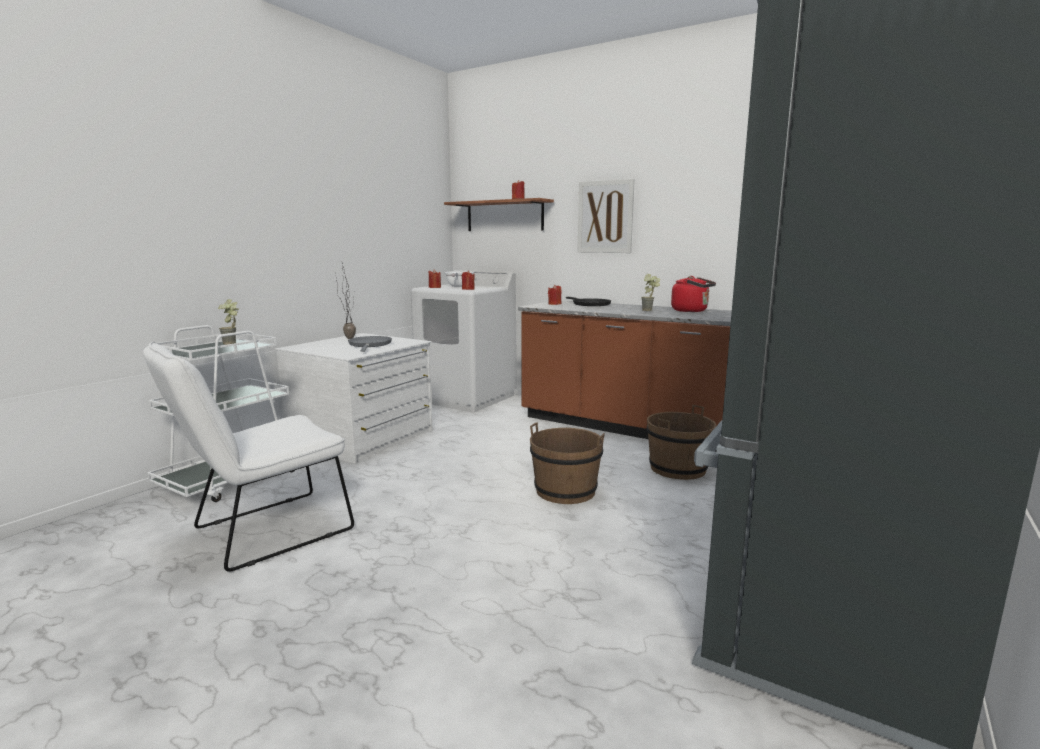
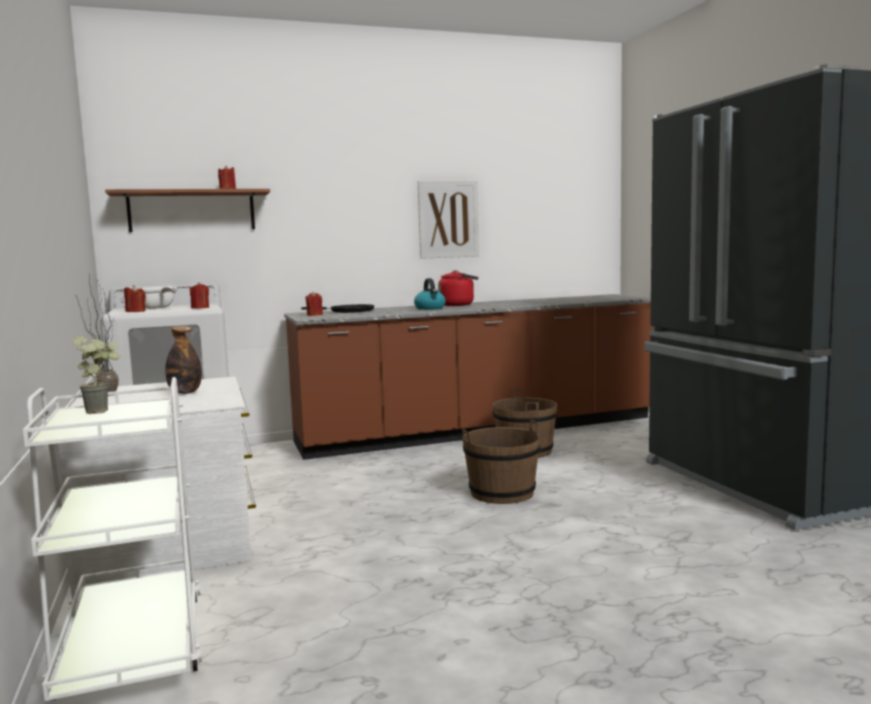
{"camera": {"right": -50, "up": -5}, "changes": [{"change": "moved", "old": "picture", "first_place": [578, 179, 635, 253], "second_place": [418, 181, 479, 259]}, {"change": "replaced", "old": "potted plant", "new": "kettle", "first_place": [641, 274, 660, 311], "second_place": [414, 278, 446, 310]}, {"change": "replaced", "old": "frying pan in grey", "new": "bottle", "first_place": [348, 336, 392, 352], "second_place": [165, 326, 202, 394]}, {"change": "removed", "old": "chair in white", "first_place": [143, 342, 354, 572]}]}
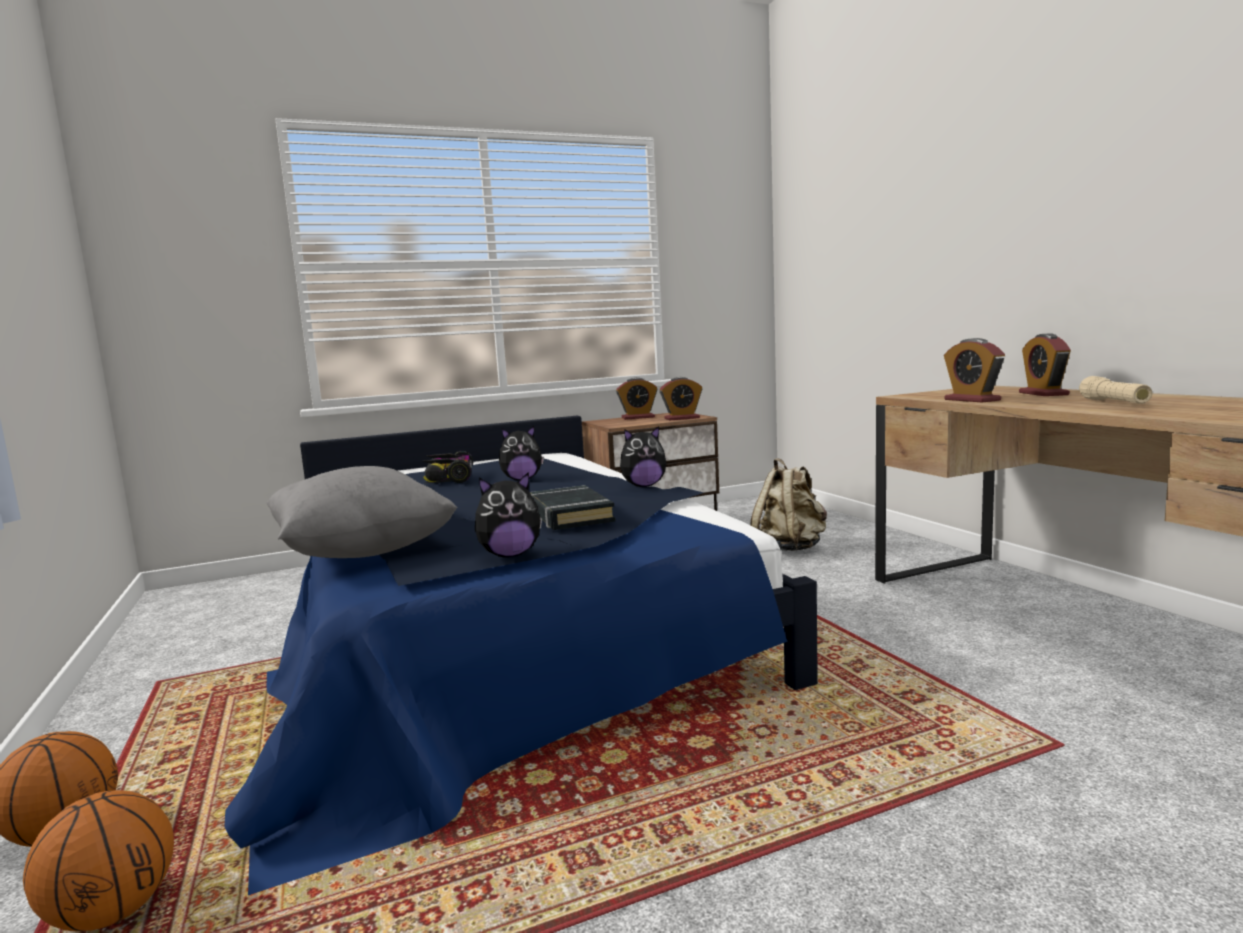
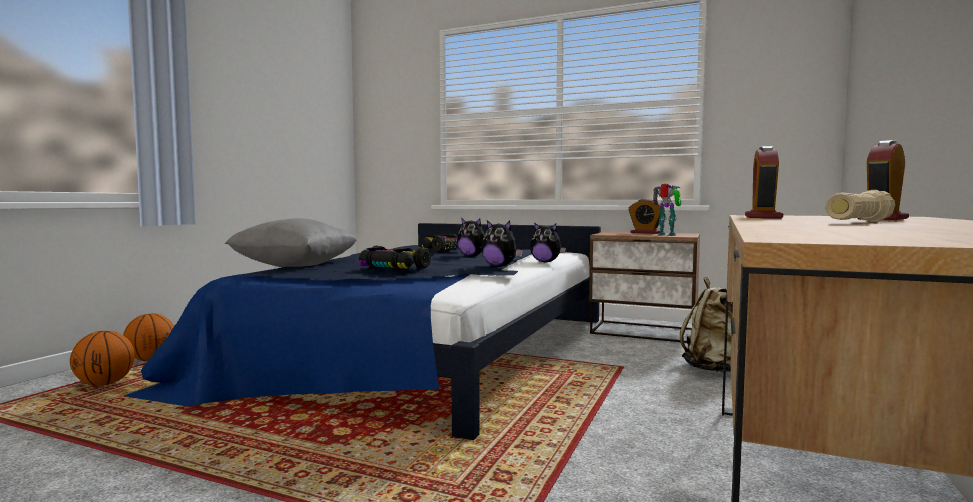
{"camera": {"right": 45, "up": -5}, "changes": [{"change": "replaced", "old": "alarm clock", "new": "toy robot", "first_place": [659, 377, 702, 421], "second_place": [653, 183, 681, 236]}, {"change": "moved", "old": "plush toy", "first_place": [475, 472, 542, 557], "second_place": [530, 223, 566, 263]}, {"change": "replaced", "old": "book in black", "new": "toy car", "first_place": [530, 485, 615, 530], "second_place": [359, 246, 431, 271]}]}
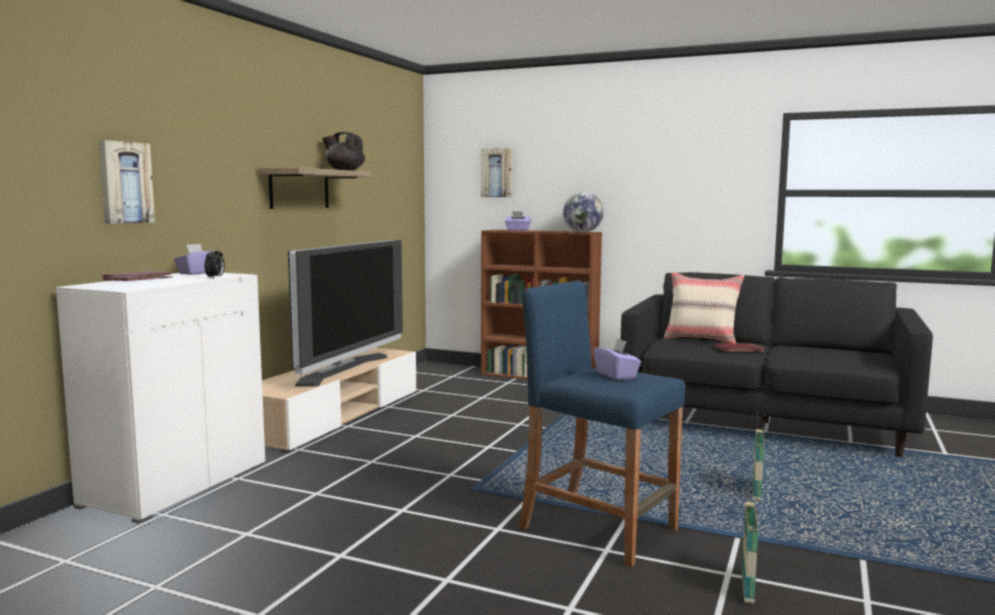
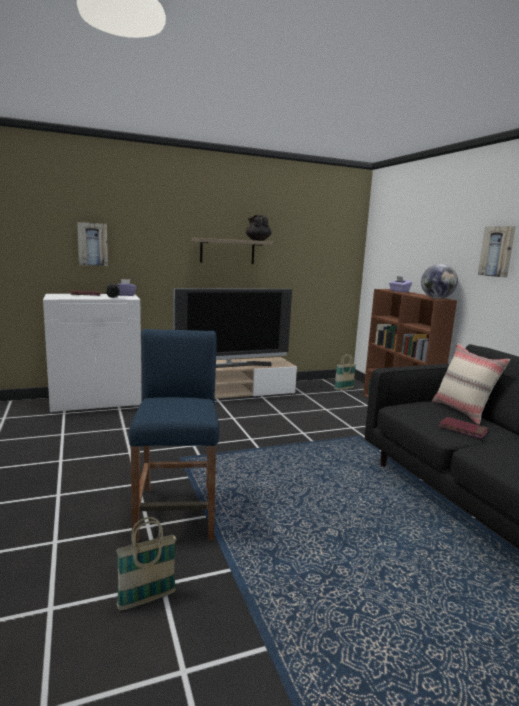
{"camera": {"right": 45, "up": 5}, "changes": [{"change": "moved", "old": "picture", "first_place": [481, 148, 512, 197], "second_place": [478, 226, 516, 278]}, {"change": "removed", "old": "tissue box in purple", "first_place": [593, 338, 641, 380]}, {"change": "moved", "old": "basket", "first_place": [753, 413, 765, 501], "second_place": [334, 354, 356, 390]}]}
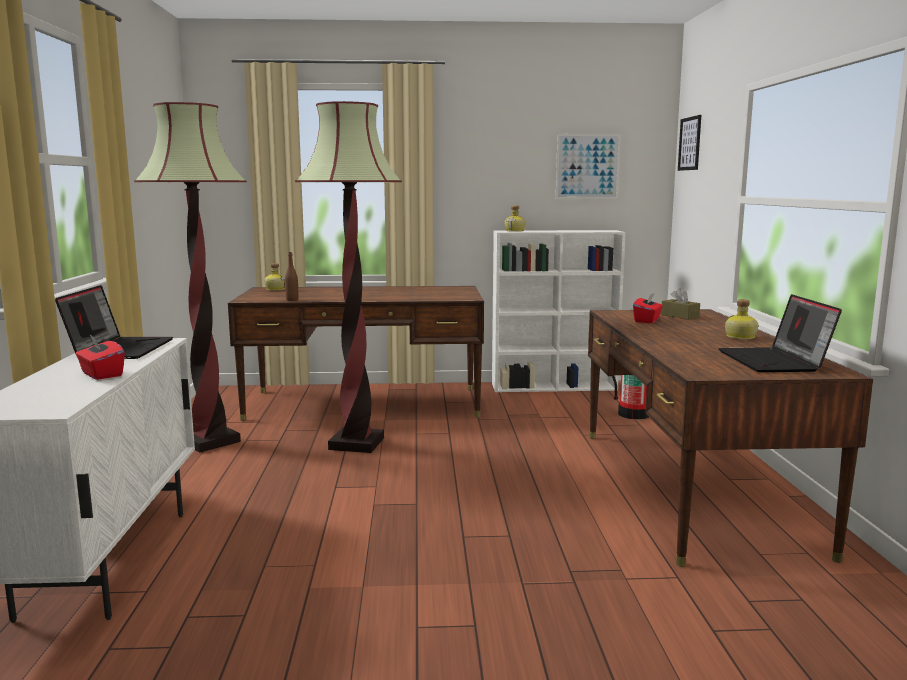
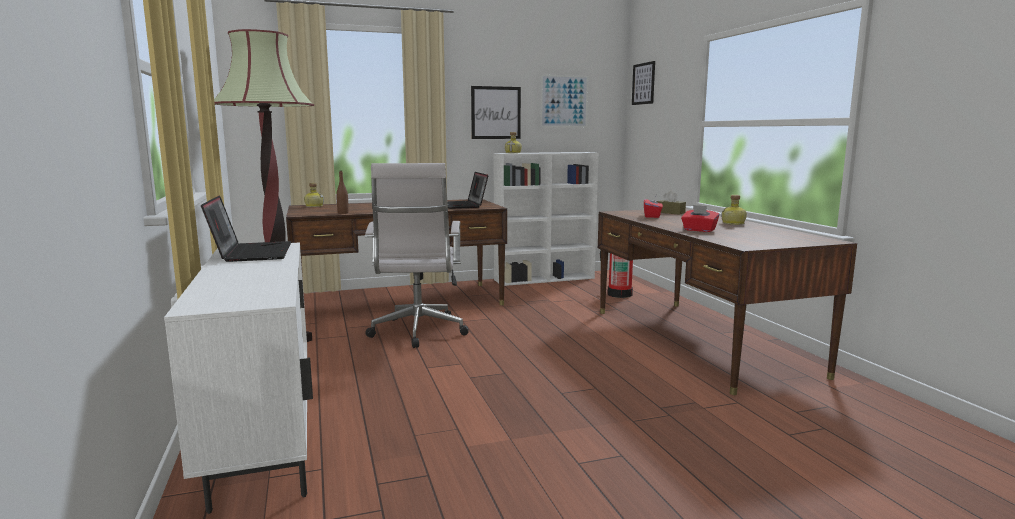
{"camera": {"right": -15, "up": 0}, "changes": [{"change": "replaced", "old": "floor lamp", "new": "office chair in white", "first_place": [295, 101, 402, 453], "second_place": [365, 163, 469, 348]}, {"change": "moved", "old": "laptop", "first_place": [718, 294, 842, 372], "second_place": [447, 172, 488, 209]}, {"change": "moved", "old": "tissue box in red", "first_place": [76, 335, 125, 380], "second_place": [681, 205, 719, 232]}, {"change": "added", "new": "picture", "second_place": [471, 86, 521, 139]}]}
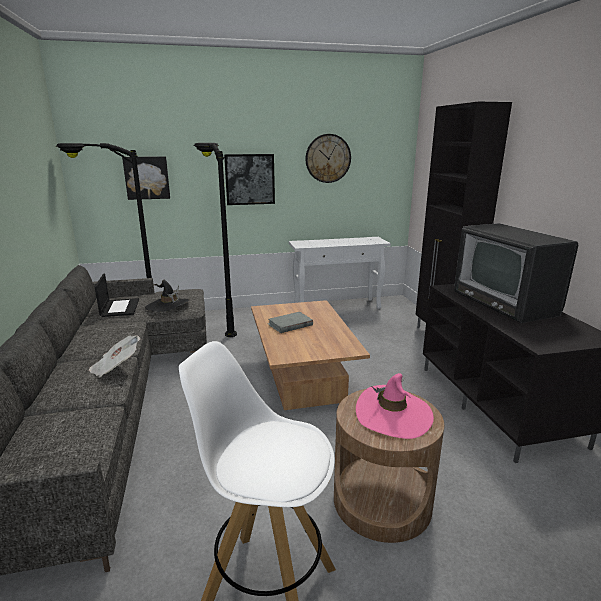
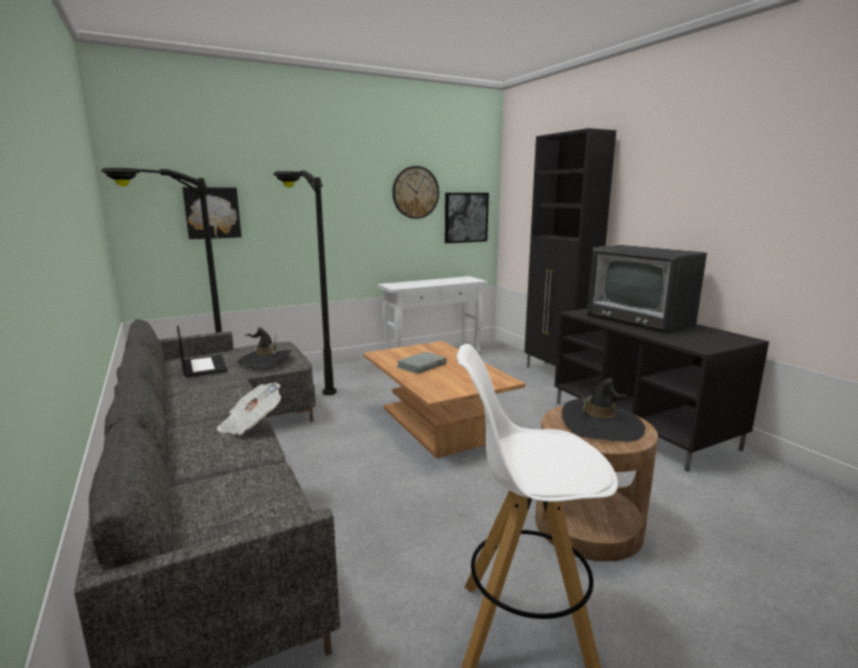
{"camera": {"right": -15, "up": -5}, "changes": [{"change": "moved", "old": "picture", "first_place": [224, 154, 275, 205], "second_place": [445, 193, 489, 243]}, {"change": "recoloured", "old": "hat in pink", "new": "hat in black", "first_place": [356, 373, 434, 439], "second_place": [562, 378, 645, 442]}]}
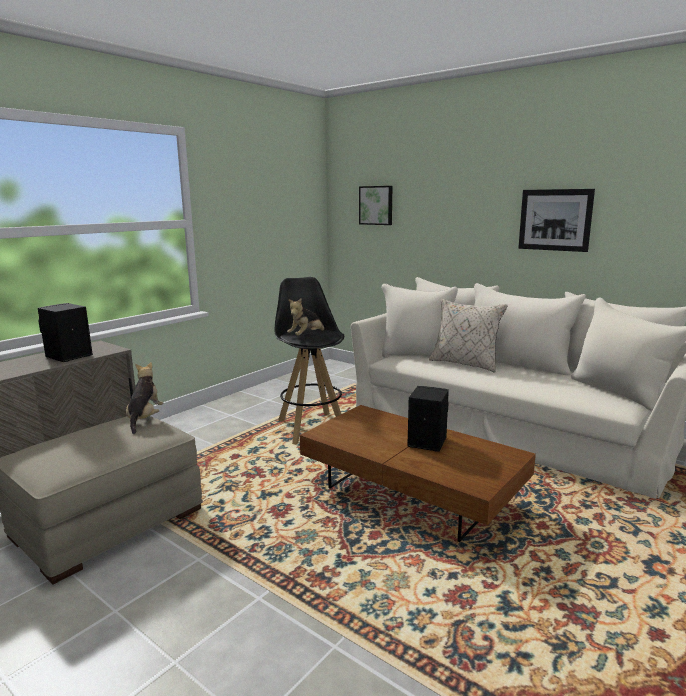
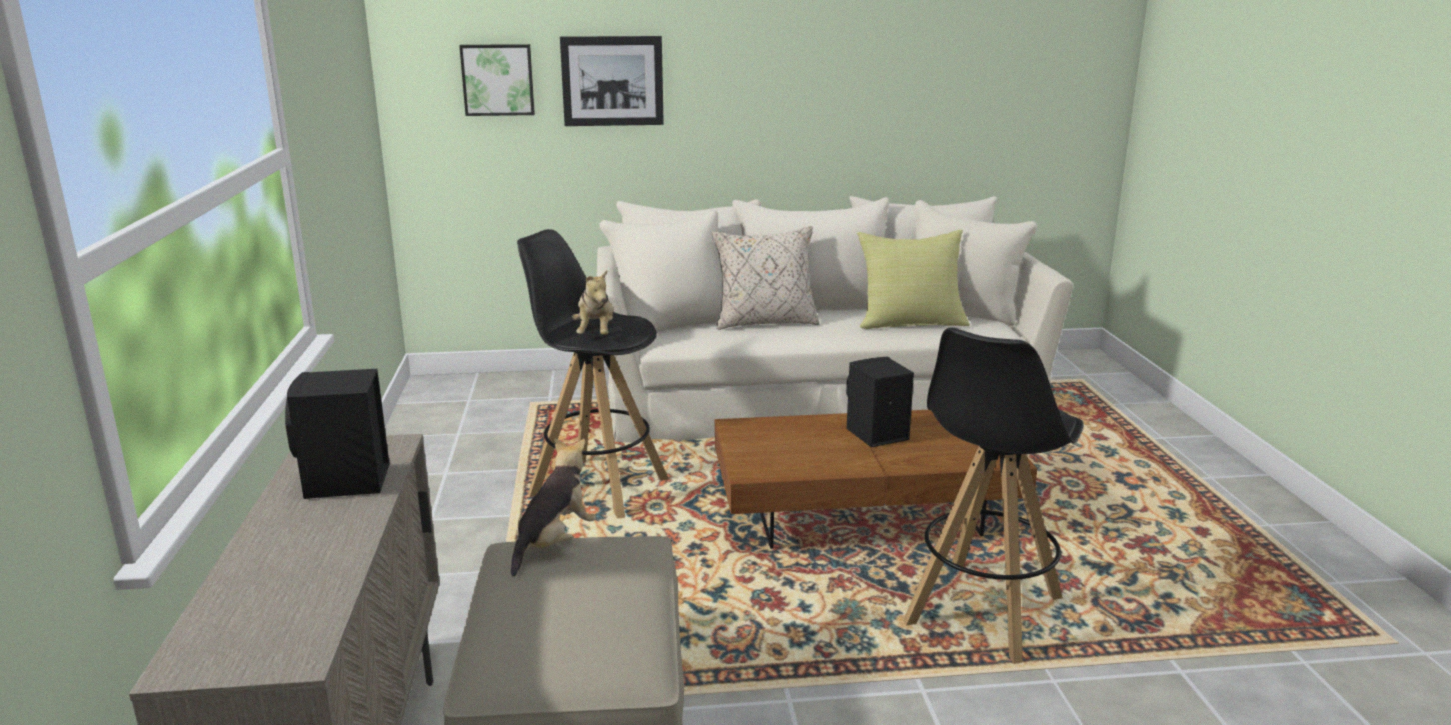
{"camera": {"right": -45, "up": 5}, "changes": [{"change": "moved", "old": "picture", "first_place": [518, 189, 595, 252], "second_place": [560, 36, 664, 126]}, {"change": "turned", "old": "plush toy", "first_place": [126, 362, 163, 434], "second_place": [511, 438, 596, 577], "degrees": 75}, {"change": "added", "new": "pillow in yellow", "second_place": [857, 229, 970, 329]}, {"change": "added", "new": "stool in black", "second_place": [903, 328, 1083, 664]}]}
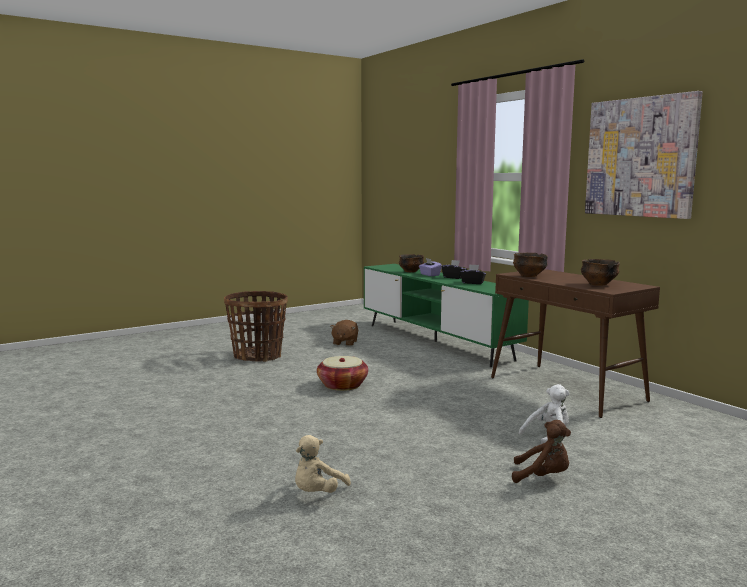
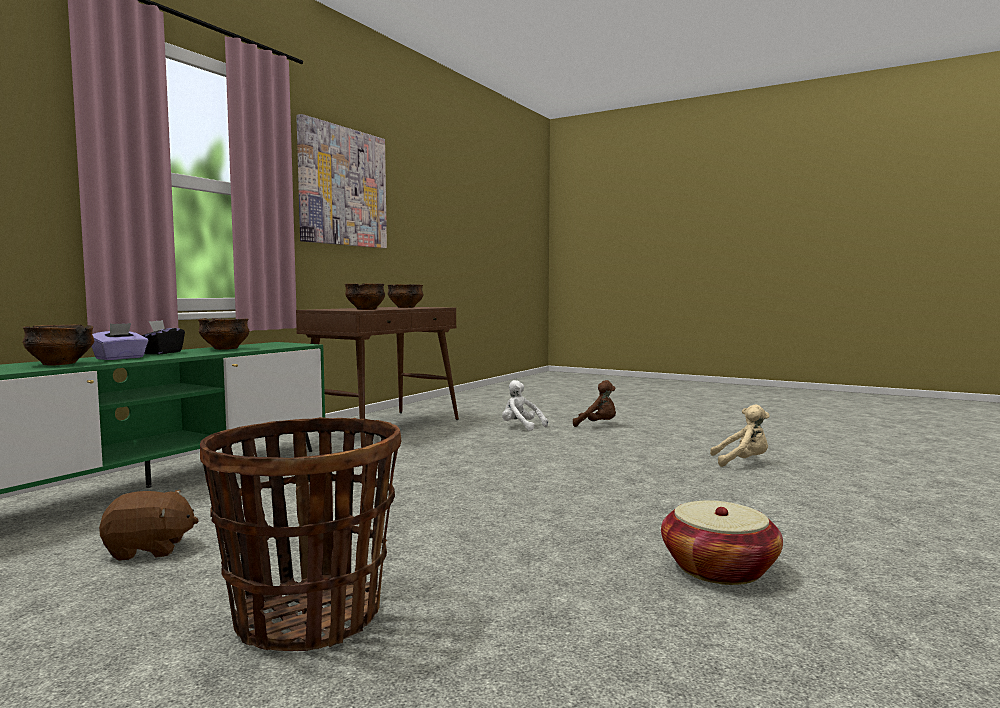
{"camera": {"right": -115, "up": -5}, "changes": [{"change": "replaced", "old": "tissue box in black", "new": "bowl", "first_place": [460, 264, 486, 284], "second_place": [198, 318, 249, 350]}, {"change": "moved", "old": "basket", "first_place": [317, 356, 368, 391], "second_place": [661, 500, 783, 585]}, {"change": "turned", "old": "plush toy in brown", "first_place": [512, 420, 571, 483], "second_place": [573, 380, 616, 427], "degrees": 120}]}
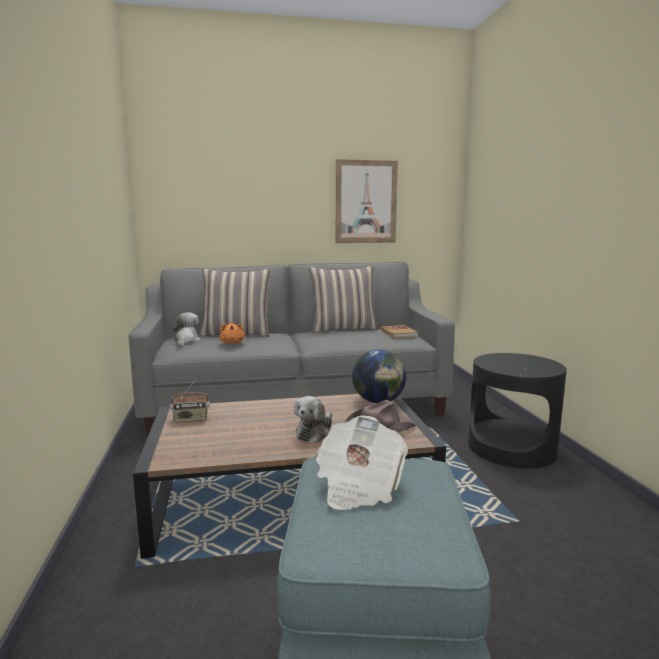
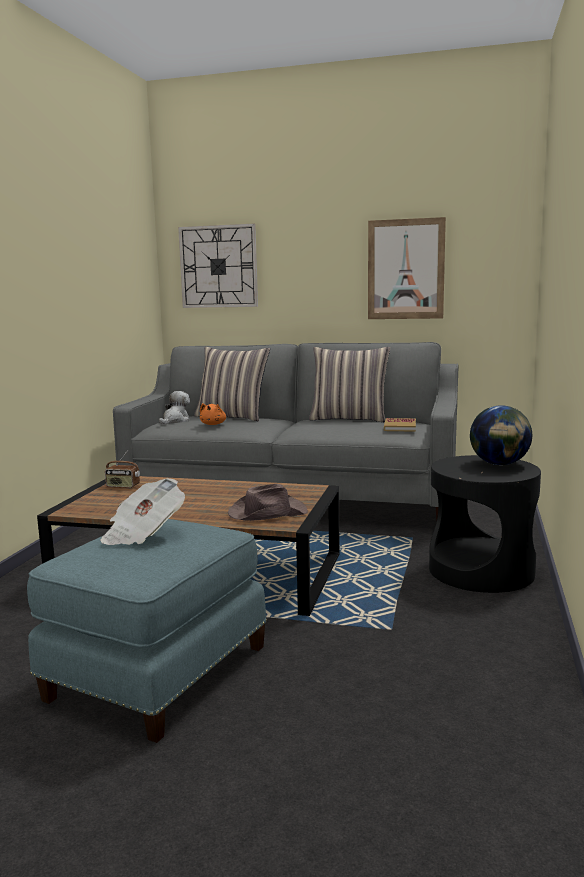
{"camera": {"right": 25, "up": 0}, "changes": [{"change": "moved", "old": "globe", "first_place": [352, 349, 406, 403], "second_place": [470, 405, 532, 465]}, {"change": "removed", "old": "plush toy", "first_place": [294, 396, 332, 443]}, {"change": "added", "new": "wall clock", "second_place": [178, 224, 258, 308]}]}
